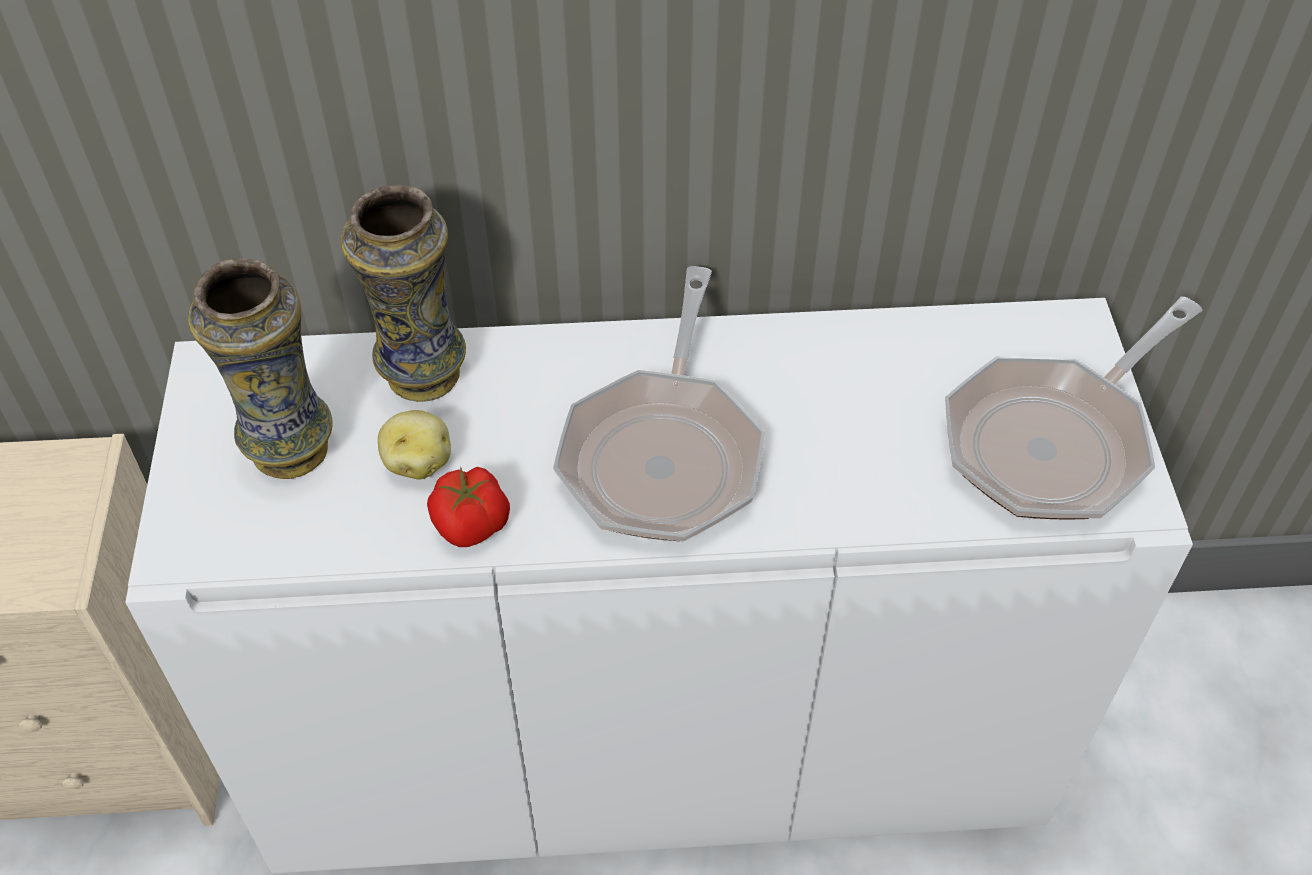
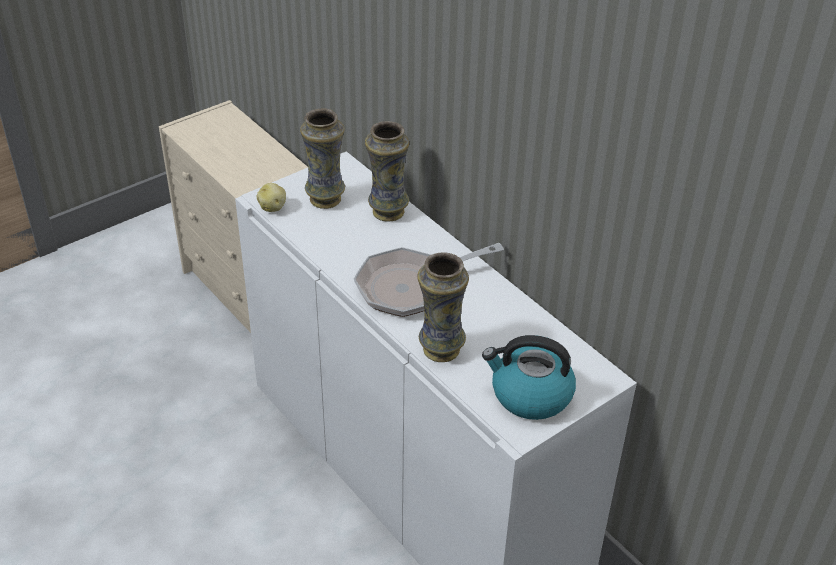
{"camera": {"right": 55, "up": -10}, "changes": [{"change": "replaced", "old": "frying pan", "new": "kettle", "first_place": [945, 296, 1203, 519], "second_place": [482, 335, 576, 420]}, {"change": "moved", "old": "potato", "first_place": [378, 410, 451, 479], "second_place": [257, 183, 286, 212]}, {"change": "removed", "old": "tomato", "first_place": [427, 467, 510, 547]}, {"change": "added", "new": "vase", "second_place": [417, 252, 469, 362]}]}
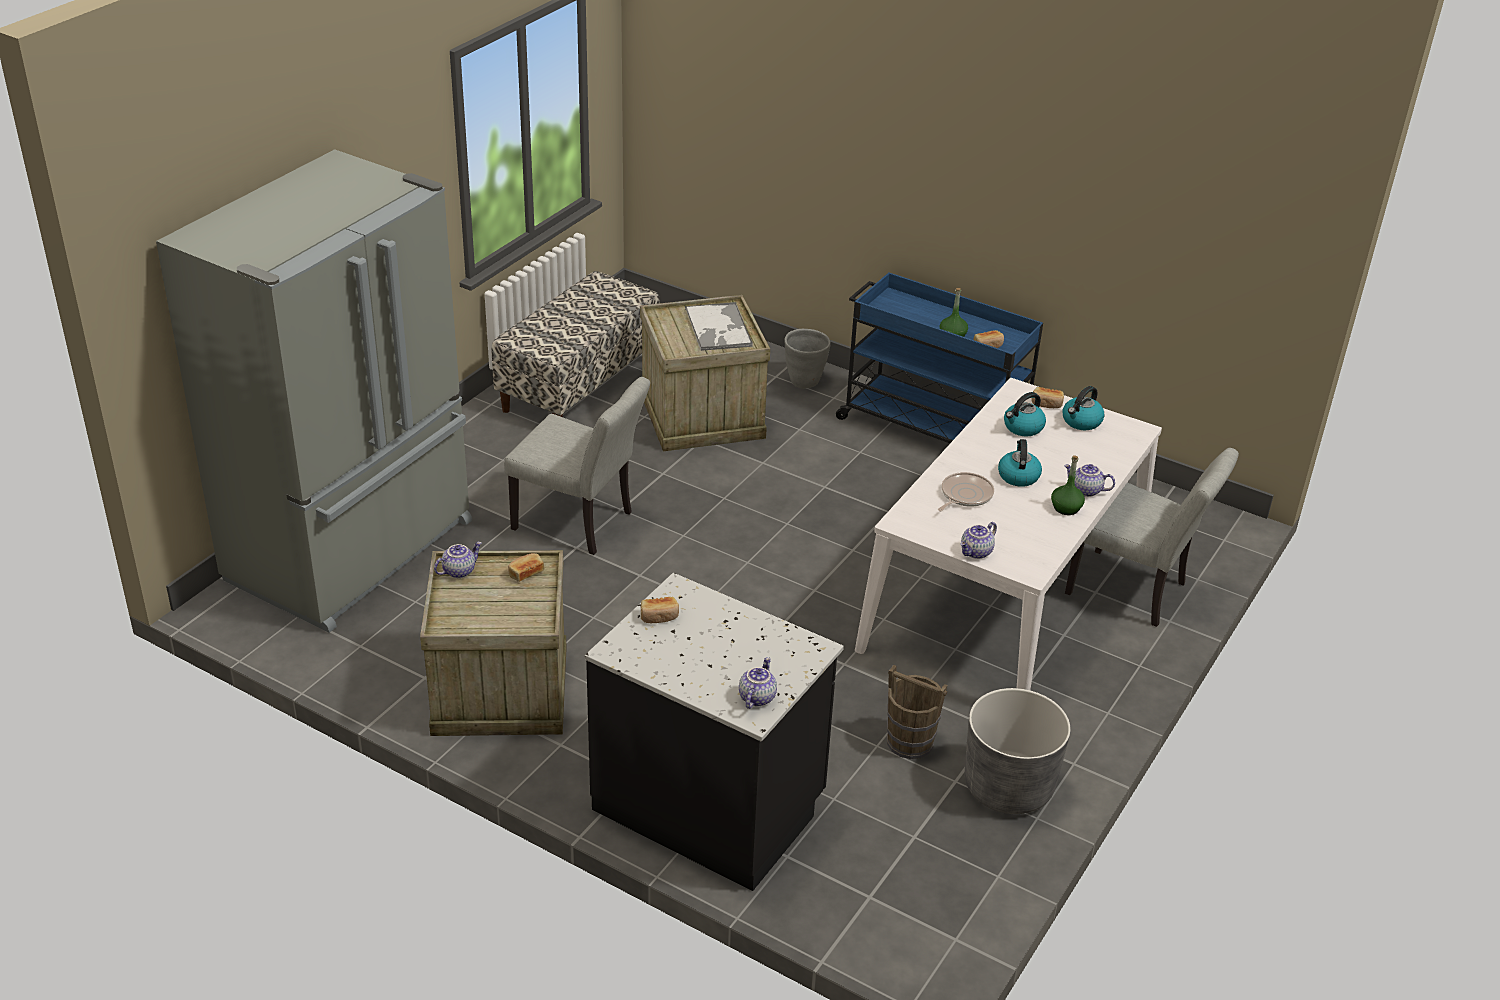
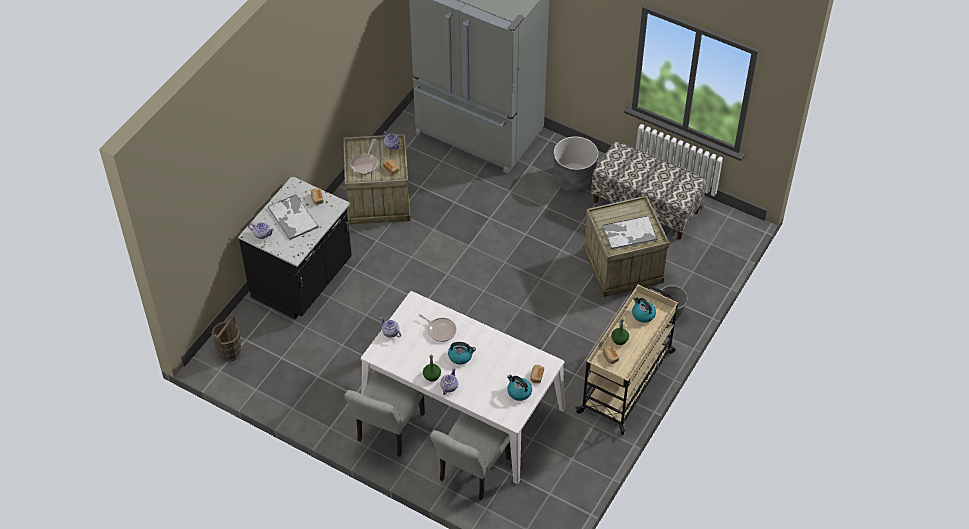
{"camera": {"right": 90, "up": 15}, "changes": [{"change": "recoloured", "old": "cart in blue", "new": "cart in beige", "first_place": [836, 273, 1043, 443], "second_place": [575, 285, 678, 435]}, {"change": "moved", "old": "chair in grey", "first_place": [504, 377, 650, 555], "second_place": [344, 370, 425, 457]}, {"change": "moved", "old": "kettle", "first_place": [1004, 392, 1046, 436], "second_place": [632, 297, 656, 323]}, {"change": "moved", "old": "bucket in brown", "first_place": [887, 664, 947, 759], "second_place": [212, 315, 242, 361]}, {"change": "moved", "old": "planter in grey", "first_place": [965, 688, 1071, 814], "second_place": [554, 136, 598, 192]}, {"change": "added", "new": "frying pan", "second_place": [350, 139, 378, 175]}, {"change": "added", "new": "tray", "second_place": [268, 194, 319, 240]}]}
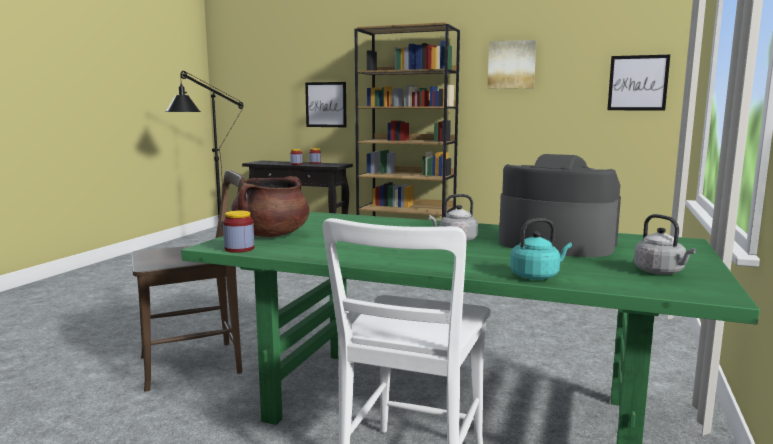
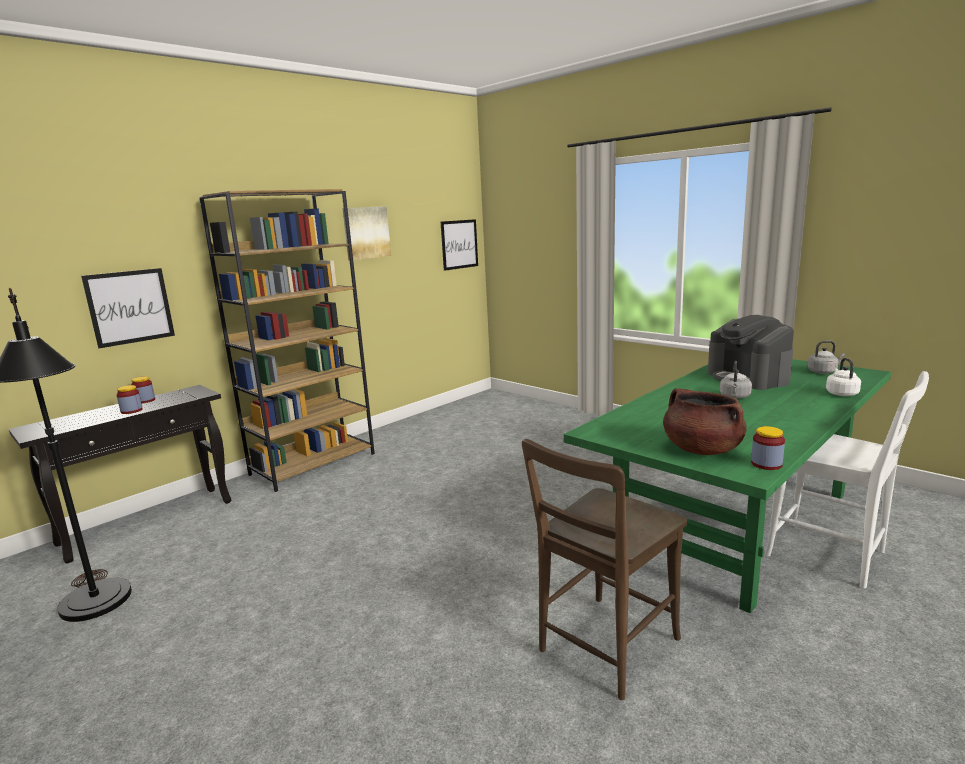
{"camera": {"right": -65, "up": 5}, "changes": [{"change": "turned", "old": "coffee machine", "first_place": [499, 154, 621, 257], "second_place": [708, 315, 794, 390], "degrees": -75}, {"change": "turned", "old": "chair in brown", "first_place": [131, 170, 245, 391], "second_place": [522, 439, 687, 700], "degrees": -135}, {"change": "recoloured", "old": "kettle in turquoise", "new": "kettle in white", "first_place": [510, 218, 572, 280], "second_place": [826, 358, 861, 396]}]}
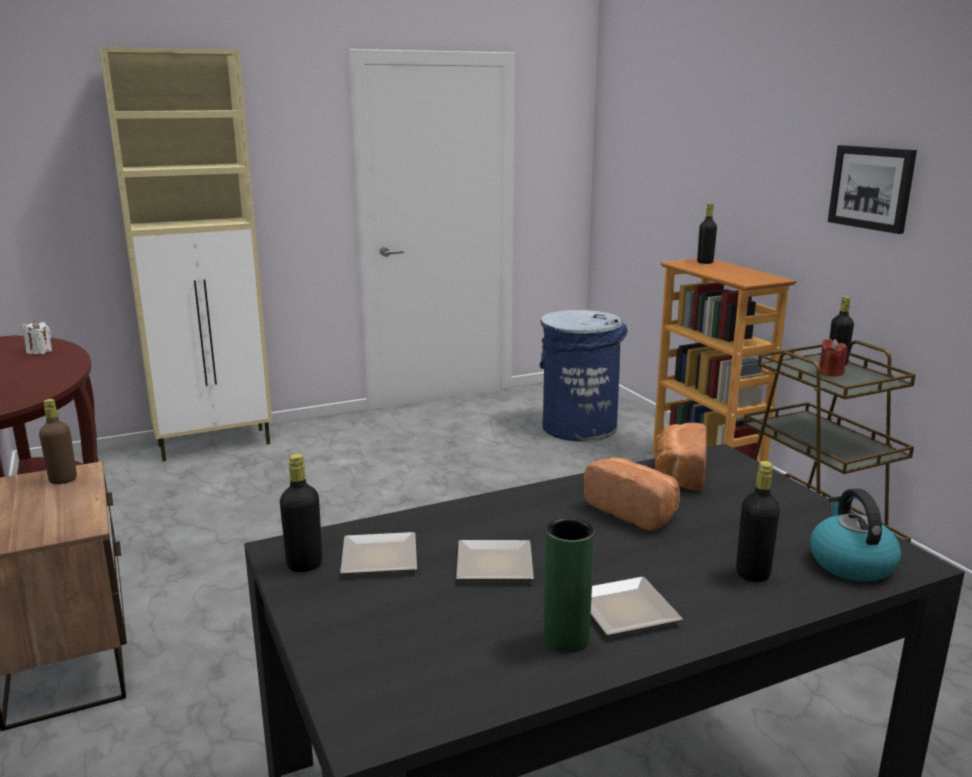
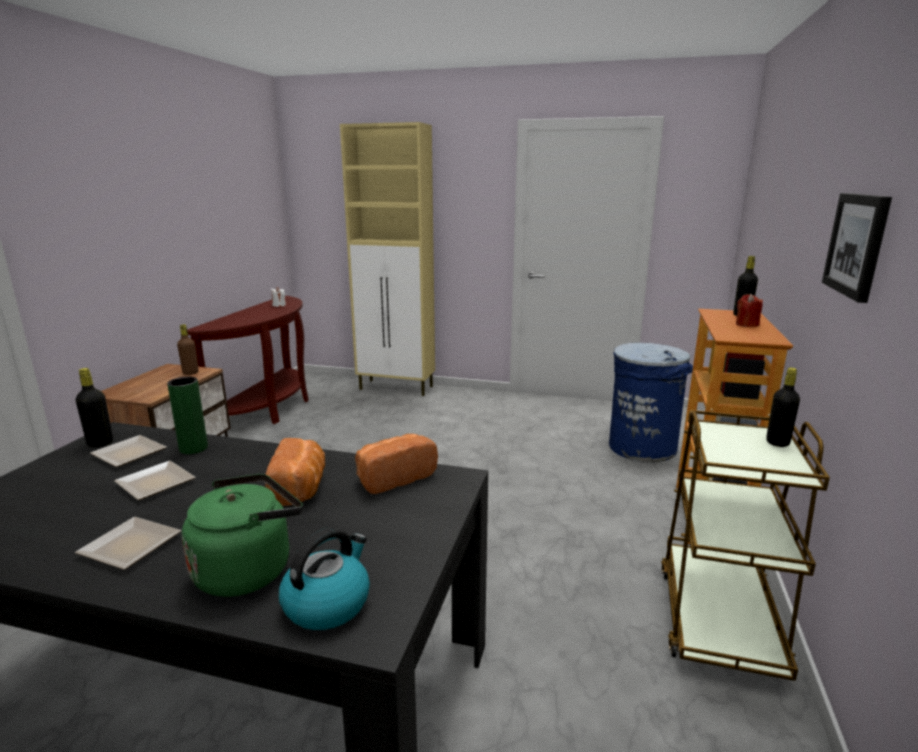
{"camera": {"right": 40, "up": 0}, "changes": [{"change": "moved", "old": "candle in red", "first_place": [819, 339, 848, 377], "second_place": [736, 294, 763, 327]}, {"change": "replaced", "old": "bottle in black", "new": "kettle in green", "first_place": [736, 461, 780, 582], "second_place": [182, 474, 303, 597]}, {"change": "moved", "old": "vase in green", "first_place": [543, 518, 595, 653], "second_place": [167, 377, 208, 454]}]}
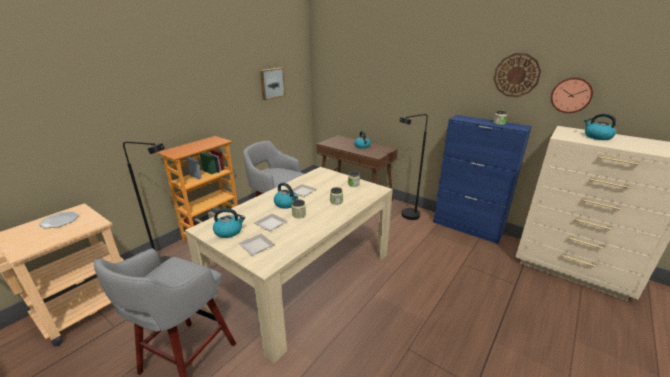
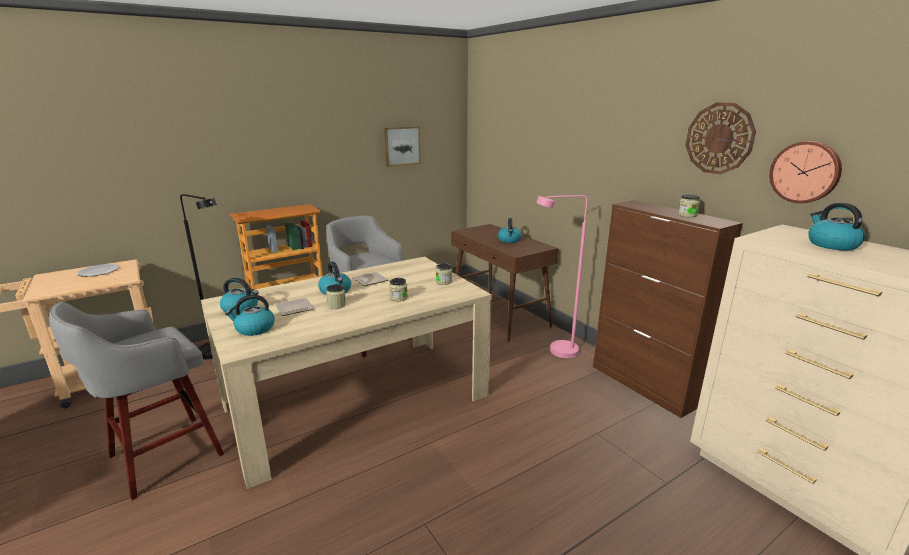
{"camera": {"right": 20, "up": -5}, "changes": [{"change": "recoloured", "old": "floor lamp in black", "new": "floor lamp in pink", "first_place": [399, 114, 428, 220], "second_place": [536, 195, 588, 358]}, {"change": "recoloured", "old": "cabinet in blue", "new": "cabinet in brown", "first_place": [433, 115, 532, 244], "second_place": [593, 200, 743, 418]}, {"change": "replaced", "old": "plate", "new": "kettle", "first_place": [238, 234, 275, 255], "second_place": [225, 295, 275, 336]}]}
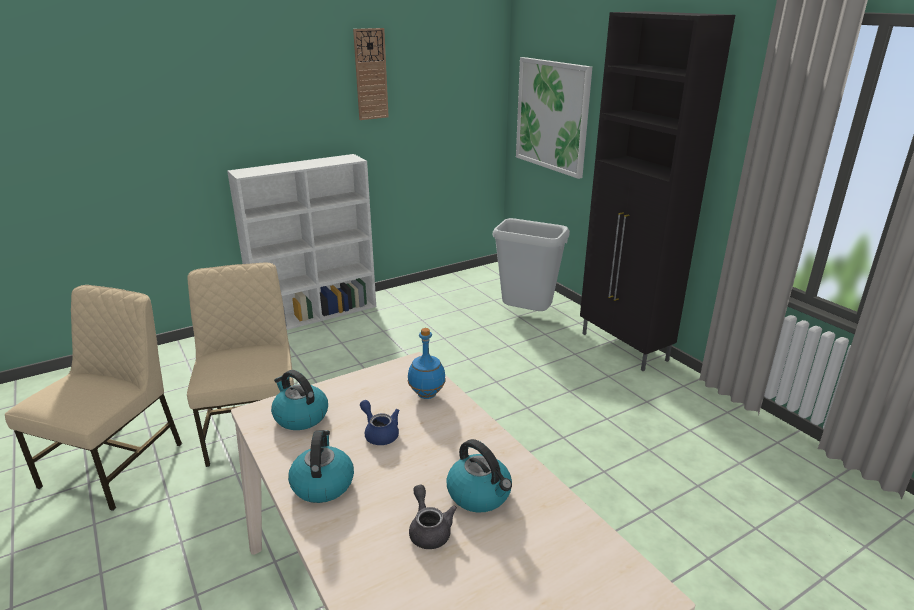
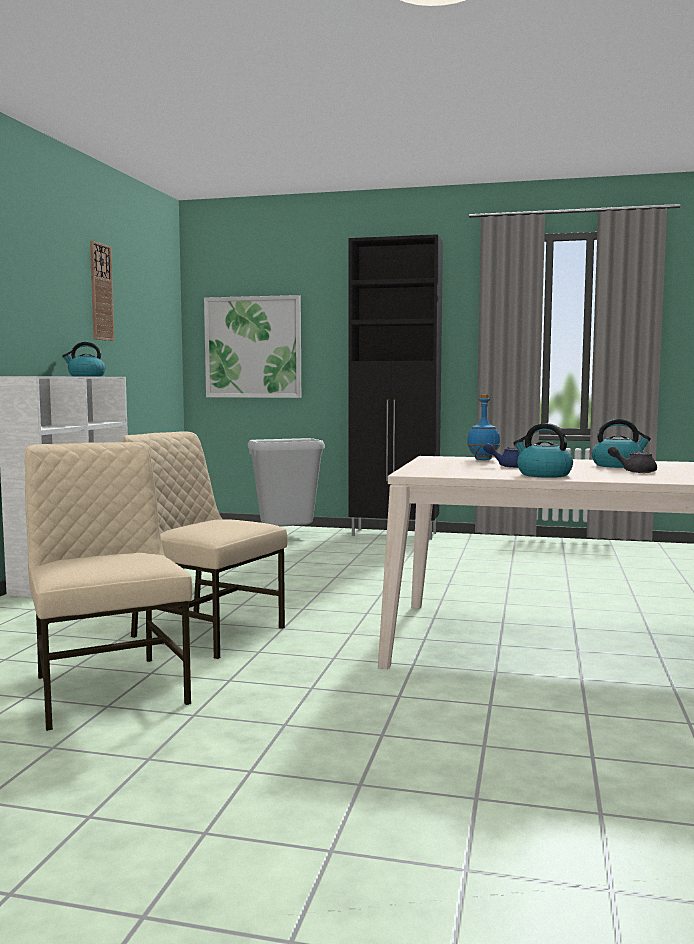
{"camera": {"right": -45, "up": -20}, "changes": [{"change": "moved", "old": "kettle", "first_place": [271, 370, 328, 430], "second_place": [63, 342, 105, 376]}]}
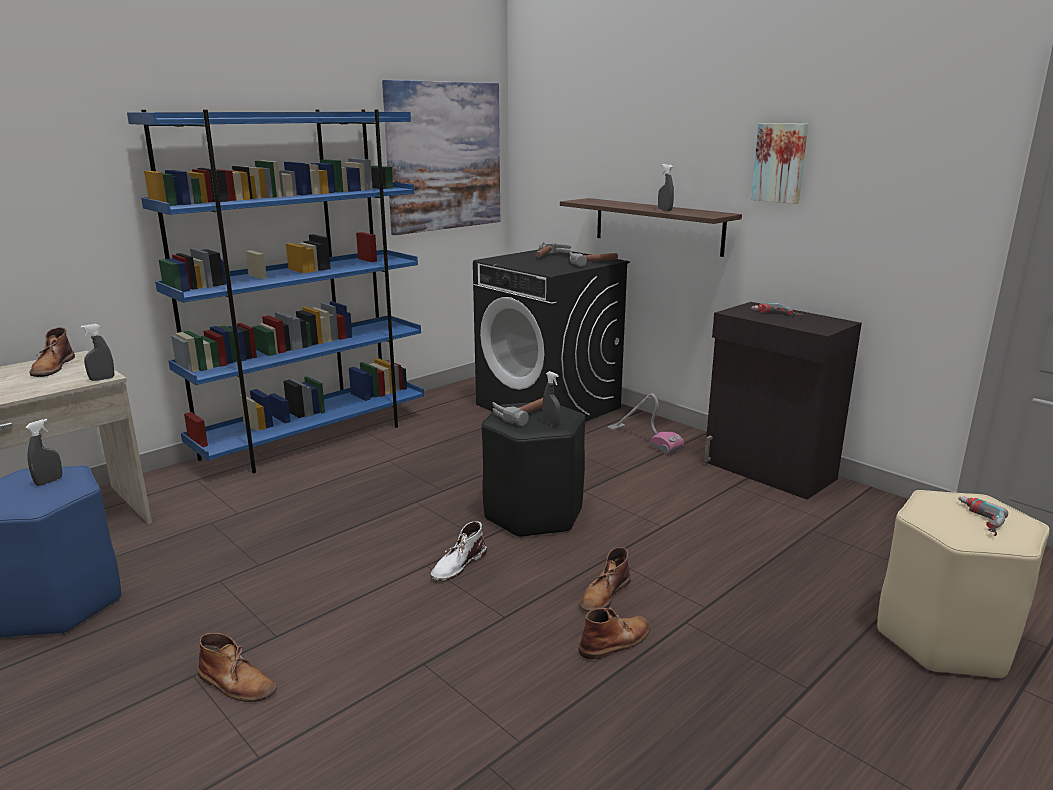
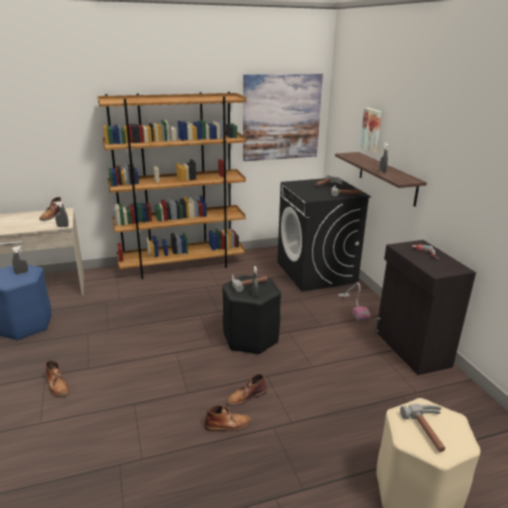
{"camera": {"right": 25, "up": 5}, "changes": [{"change": "recoloured", "old": "bookcase in blue", "new": "bookcase in brown", "first_place": [127, 110, 424, 473], "second_place": [97, 92, 247, 279]}, {"change": "moved", "old": "picture", "first_place": [751, 123, 808, 204], "second_place": [360, 108, 382, 153]}, {"change": "replaced", "old": "power drill", "new": "hammer", "first_place": [958, 496, 1008, 537], "second_place": [400, 404, 445, 452]}, {"change": "removed", "old": "boot in white", "first_place": [431, 521, 487, 581]}]}
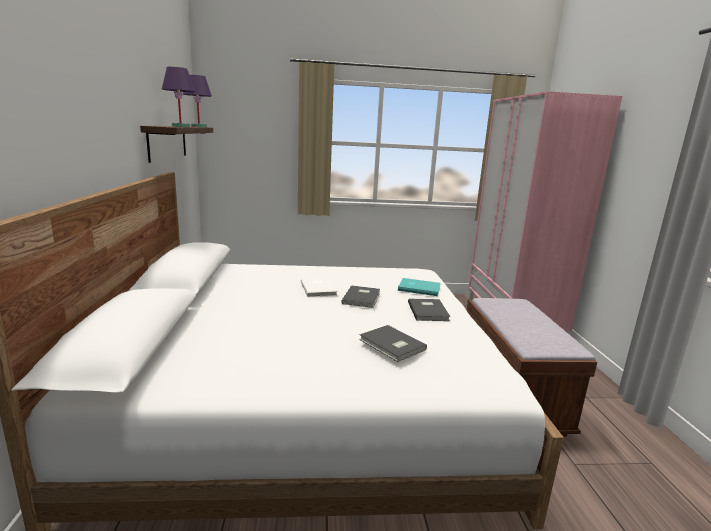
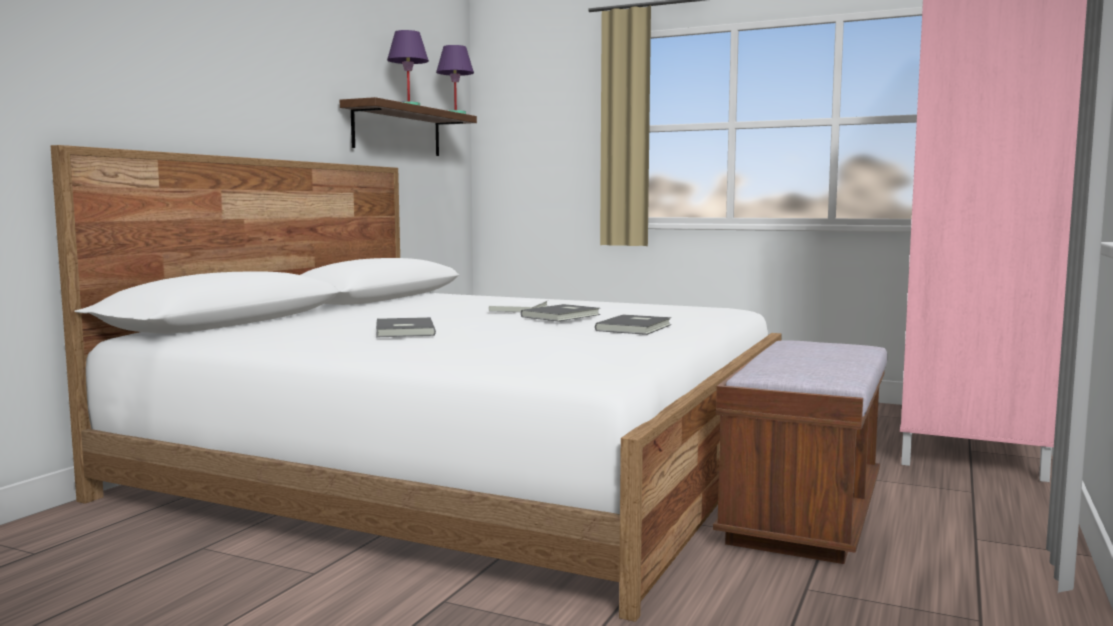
{"camera": {"right": 30, "up": -10}, "changes": [{"change": "removed", "old": "book in turquoise", "first_place": [398, 278, 441, 296]}, {"change": "moved", "old": "book in grey", "first_place": [359, 325, 427, 362], "second_place": [376, 317, 436, 337]}]}
